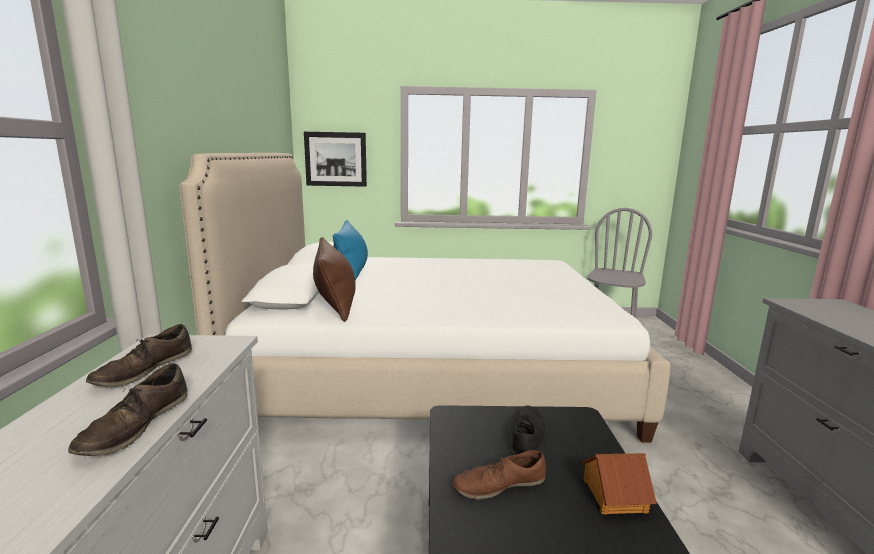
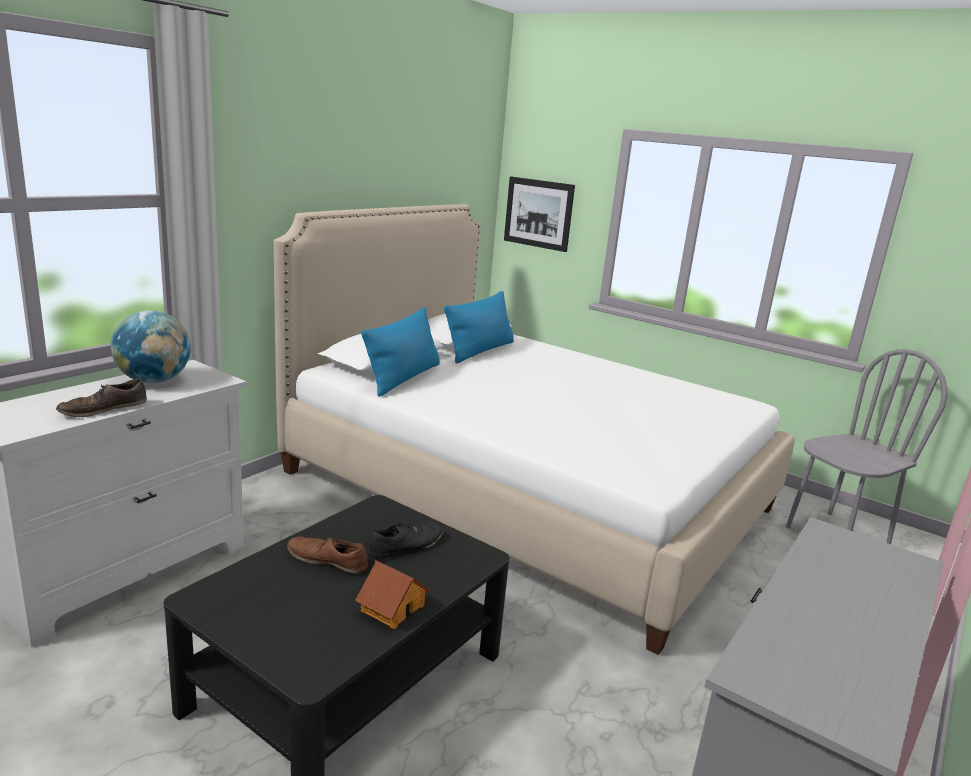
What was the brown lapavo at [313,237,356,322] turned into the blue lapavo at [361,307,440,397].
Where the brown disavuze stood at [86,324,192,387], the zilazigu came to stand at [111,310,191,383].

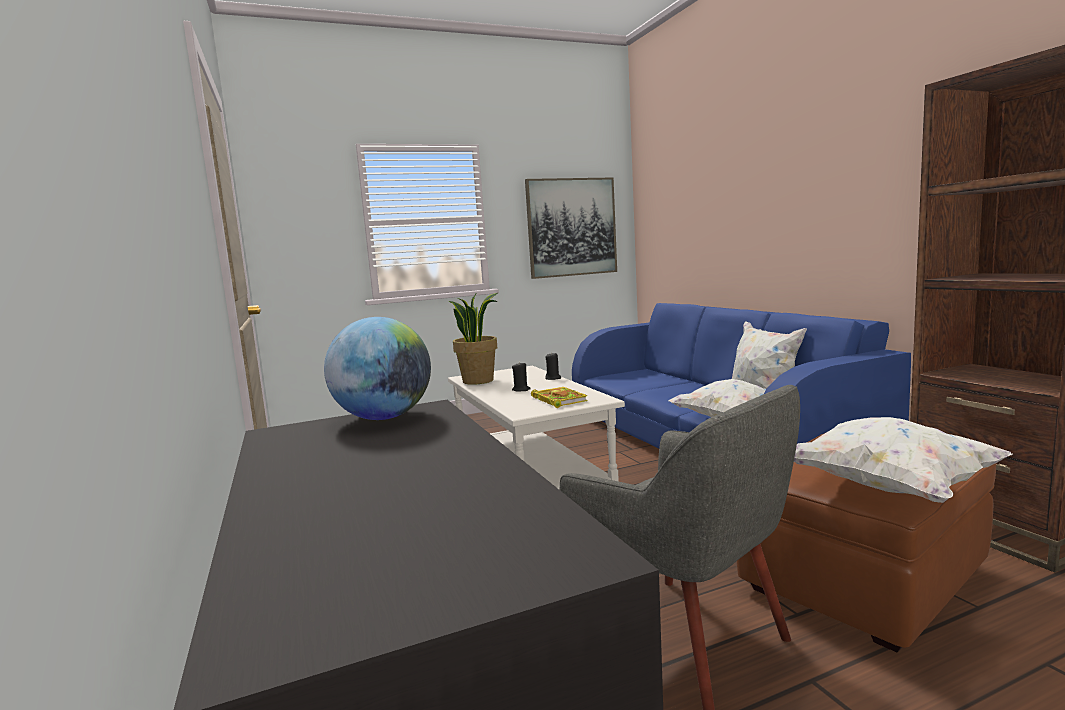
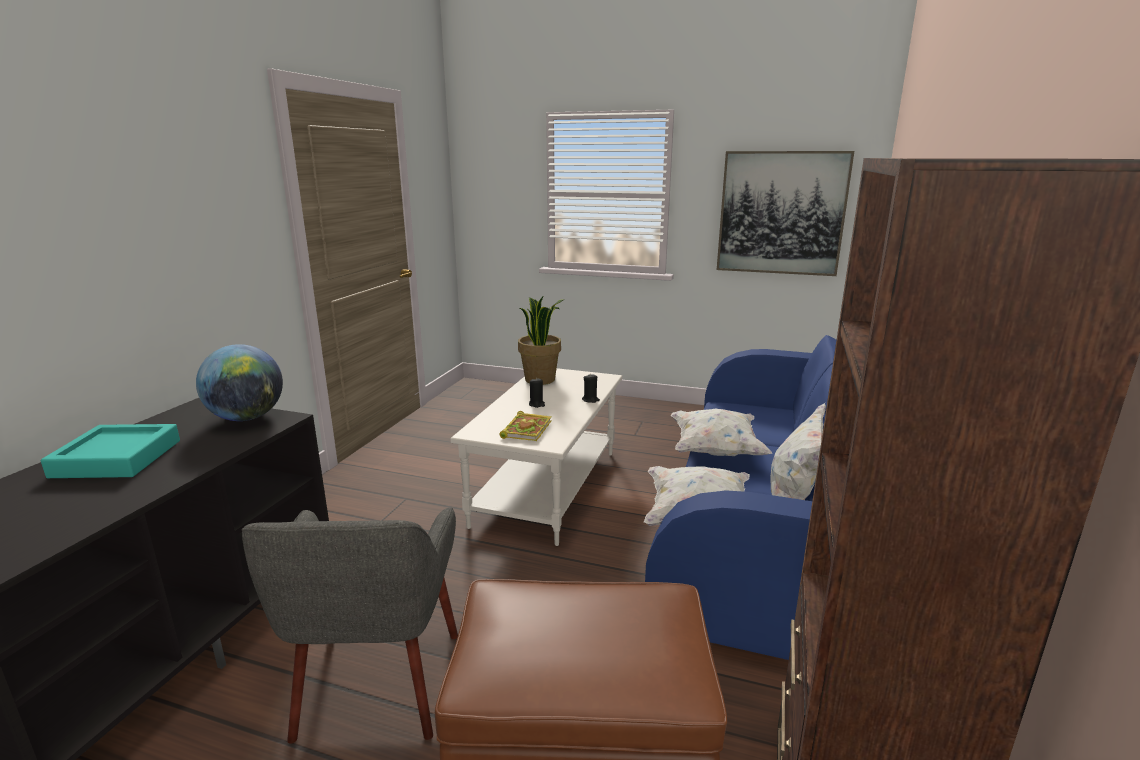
The white lapavo ended up elsewhere, having gone from [794,417,1013,503] to [671,409,772,456].
The second view gained the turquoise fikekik at [41,424,180,478].

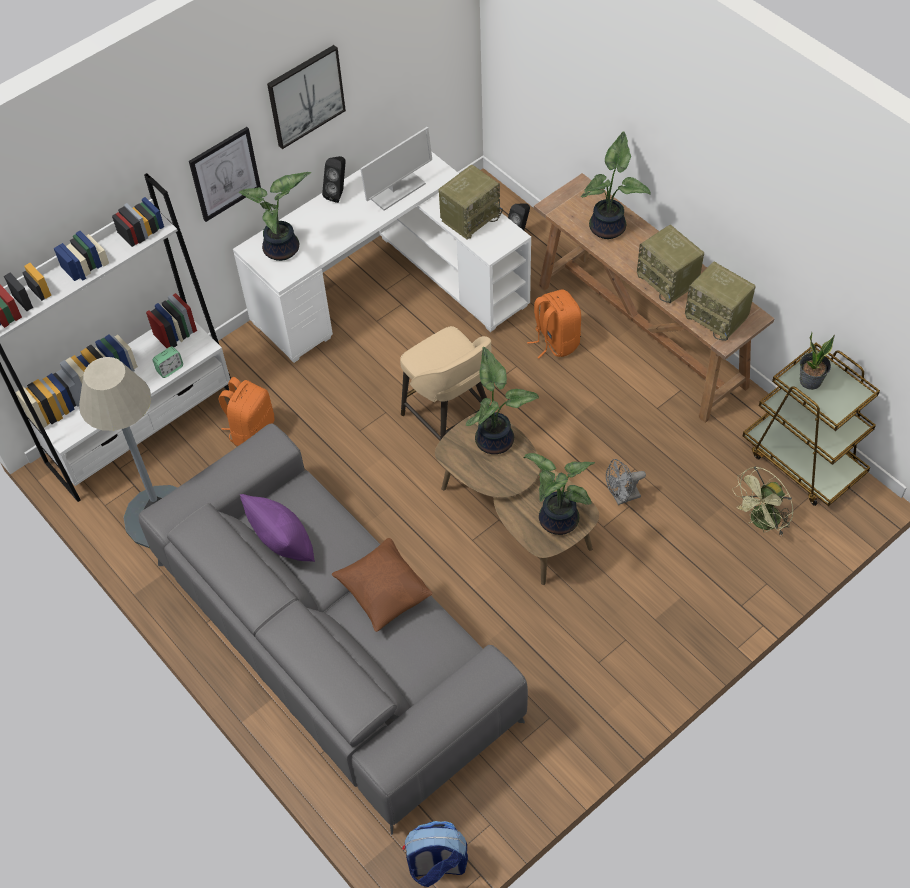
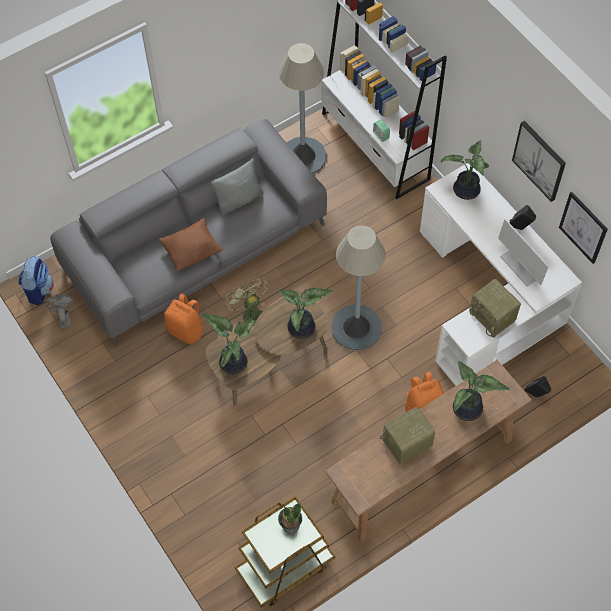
The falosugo ended up elsewhere, having gone from [189,127,261,222] to [559,192,608,264].
The second view lost the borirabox at [685,262,756,341].
Where the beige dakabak stood at [400,326,491,440], the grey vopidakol came to stand at [331,225,386,350].
The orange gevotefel ended up elsewhere, having gone from [219,377,274,446] to [164,293,205,344].
The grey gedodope ended up elsewhere, having gone from [606,459,646,505] to [44,294,75,328].
The green gedodope ended up elsewhere, having gone from [732,466,793,536] to [225,277,268,326].
What was the purple lapavo at [240,494,315,562] turned into the grey lapavo at [210,158,264,215].

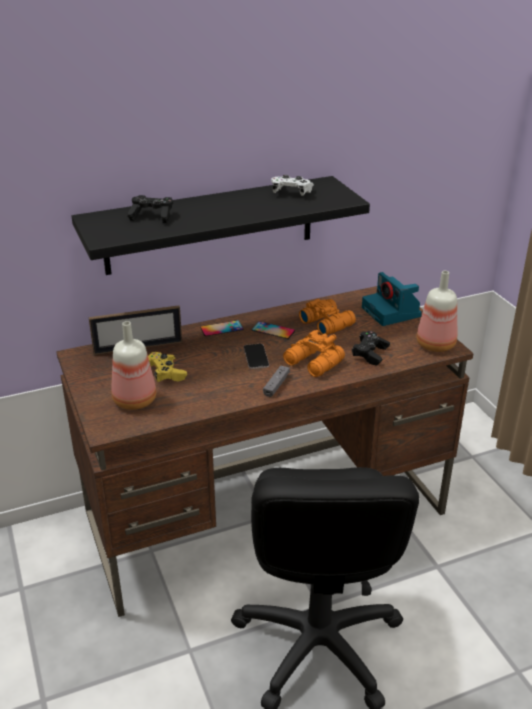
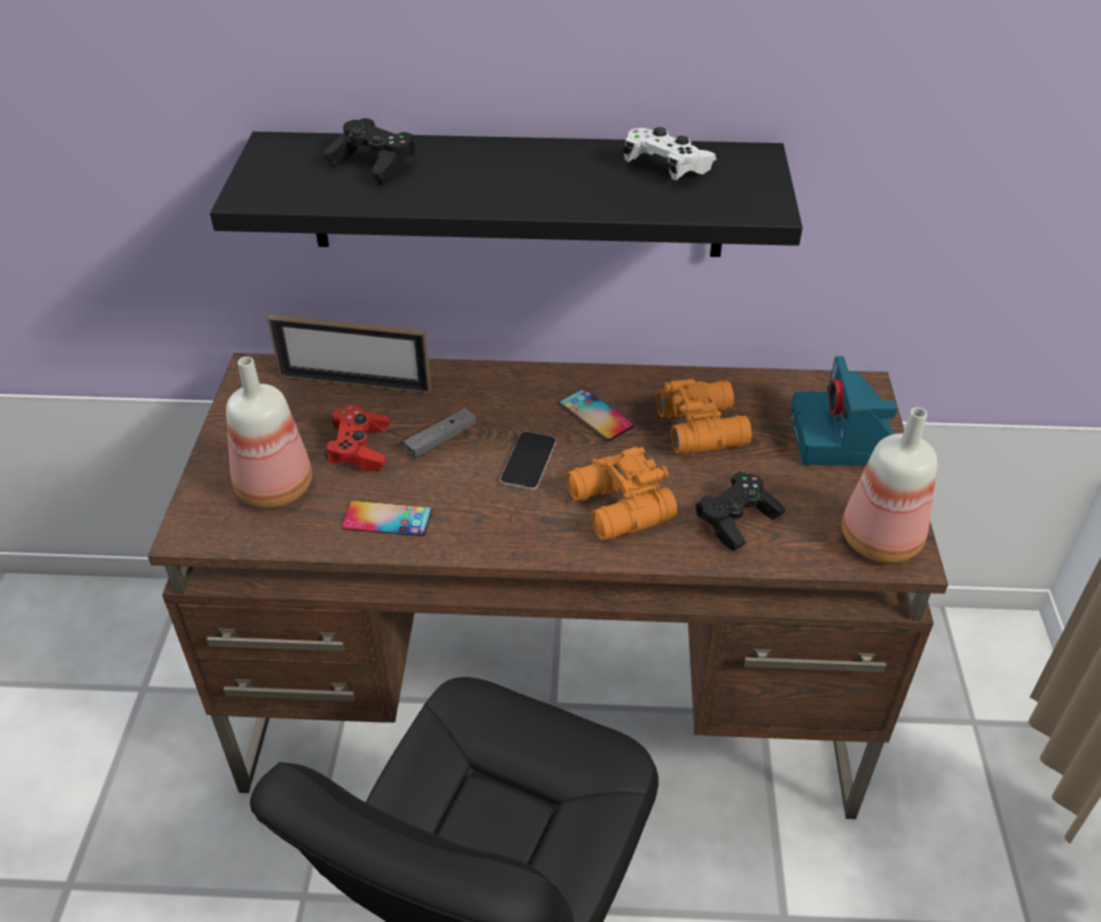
The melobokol ended up elsewhere, having gone from [201,320,243,336] to [342,500,432,536].
What was the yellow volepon at [148,352,187,382] turned into the red volepon at [325,405,390,471].
The grey volepon ended up elsewhere, having gone from [263,366,290,397] to [404,408,476,459].

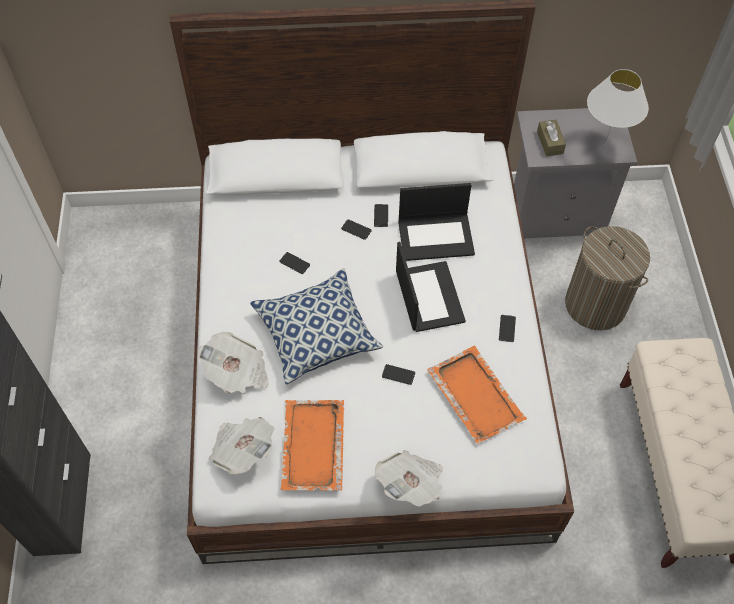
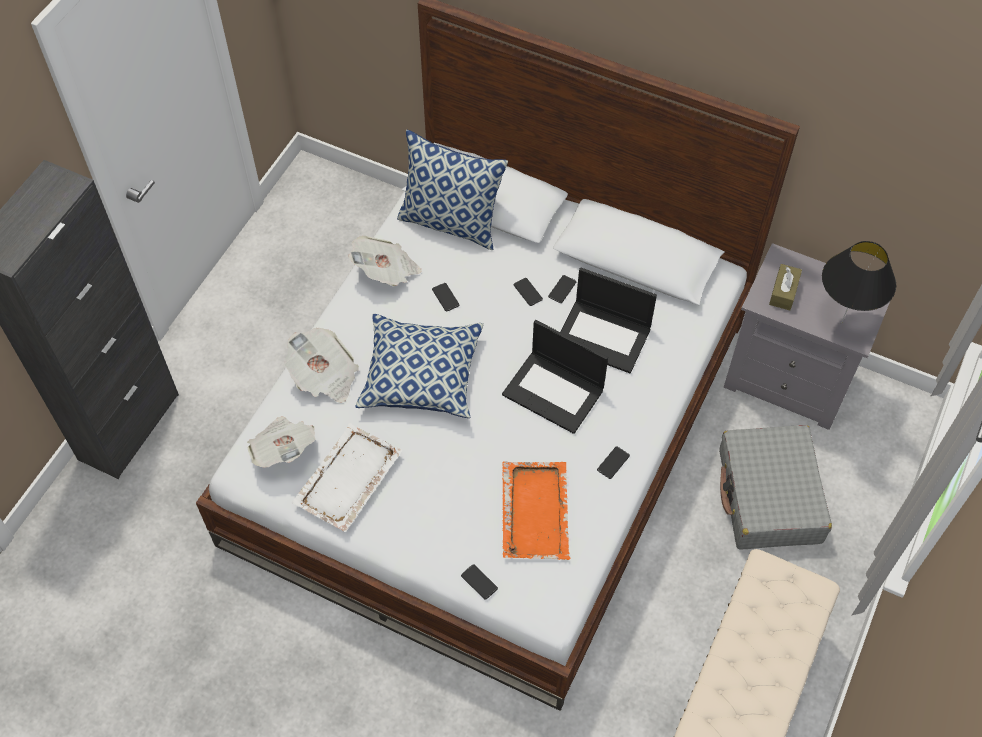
What was the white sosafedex at [587,69,649,147] turned into the black sosafedex at [822,241,896,324].
Where the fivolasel stood at [565,226,650,330], the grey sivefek came to stand at [719,425,832,550].
The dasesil at [396,242,466,332] ended up facing another way, 105 degrees clockwise from before.
The melobokol ended up elsewhere, having gone from [382,364,415,385] to [461,564,498,600].
What was the orange fikekik at [281,400,344,491] turned into the white fikekik at [292,423,402,532].
The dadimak ended up elsewhere, having gone from [375,450,443,506] to [348,236,422,286].
The second view gained the lapavo at [397,130,508,250].

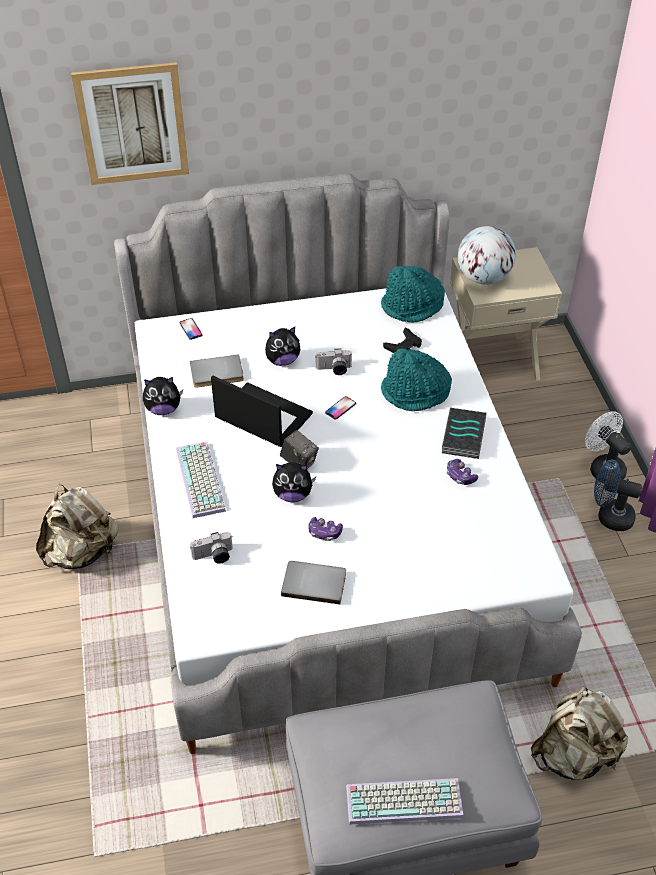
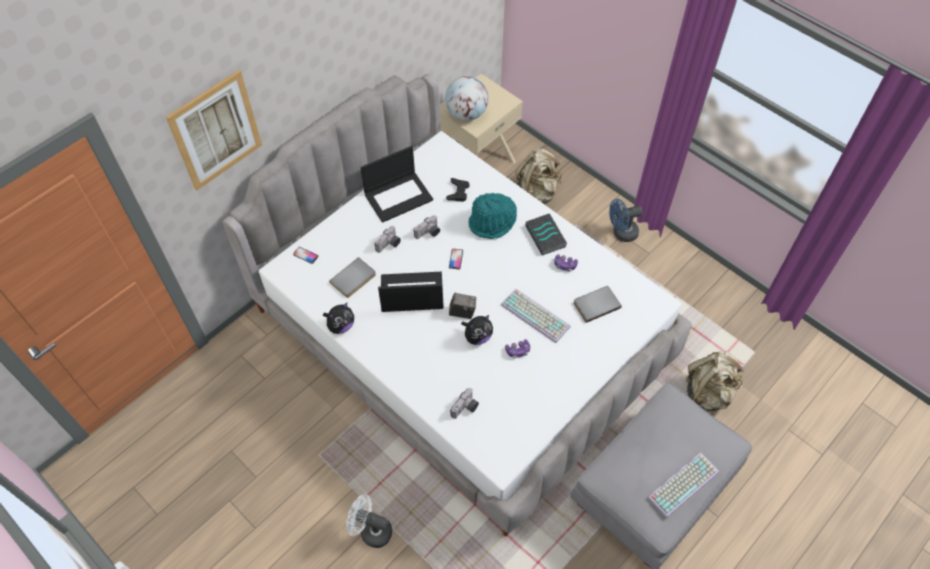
The second view lost the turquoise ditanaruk at [381,266,445,323].
Where the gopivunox stood at [265,327,300,366], the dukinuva came to stand at [374,226,401,253].
The white gedodope ended up elsewhere, having gone from [585,411,631,483] to [346,494,392,548].
The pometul ended up elsewhere, having gone from [176,441,226,518] to [501,289,571,343].
The beige gevotefel ended up elsewhere, having gone from [36,484,119,569] to [515,149,562,204].
The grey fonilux ended up elsewhere, having gone from [281,561,346,604] to [573,286,622,323].
The second view gained the dasesil at [360,146,433,223].

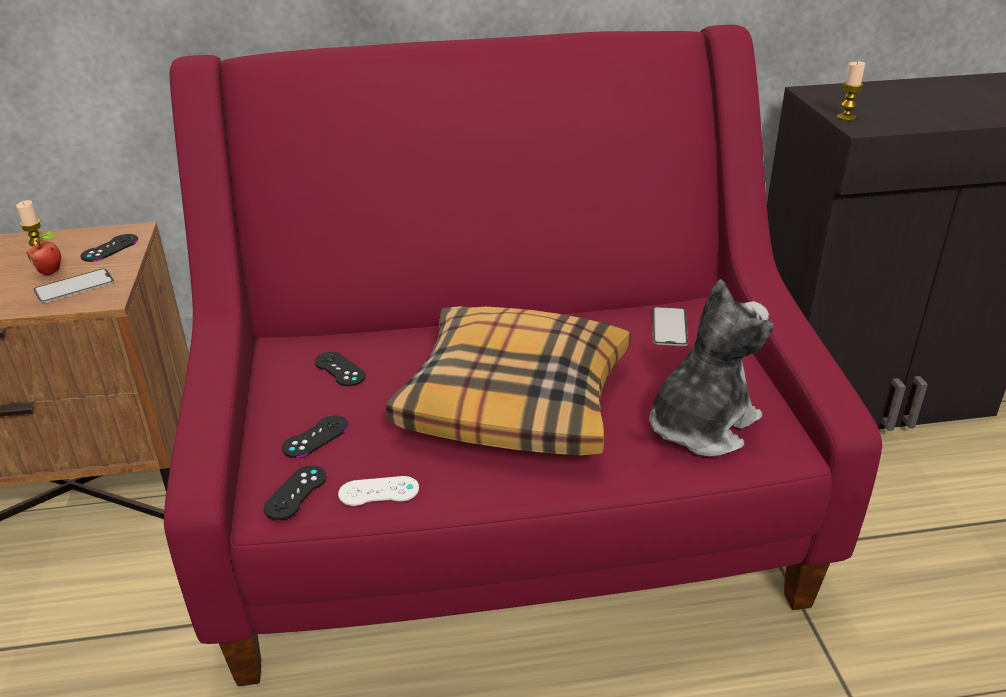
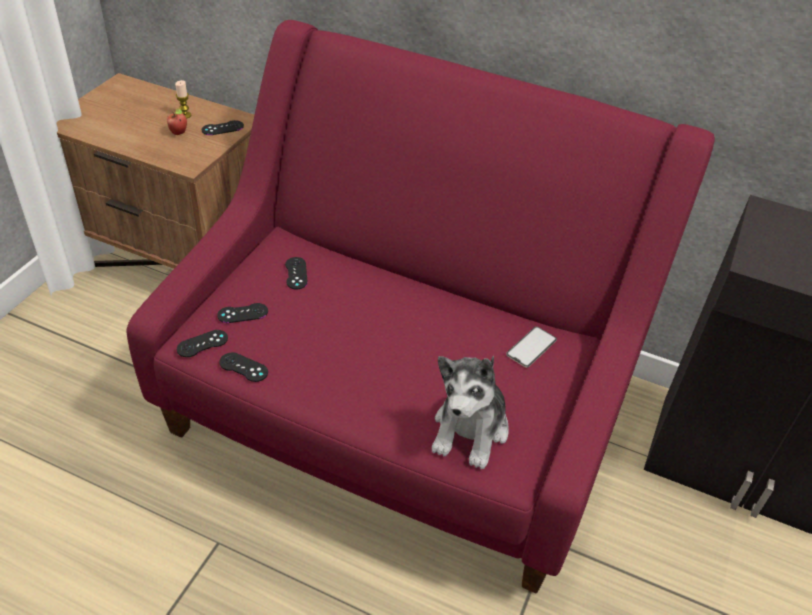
The second view lost the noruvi at [837,62,865,121].
The second view lost the melobokol at [34,268,114,303].
The gopivunox at [649,279,774,457] ended up facing another way, 120 degrees clockwise from before.
The second view lost the lapavo at [386,306,631,456].
What was the white volepon at [338,476,419,506] turned into the black volepon at [219,352,268,382].

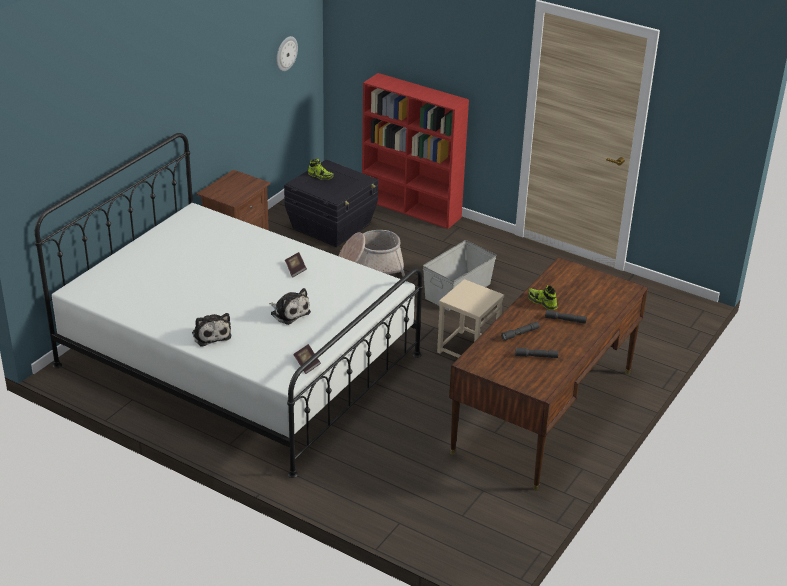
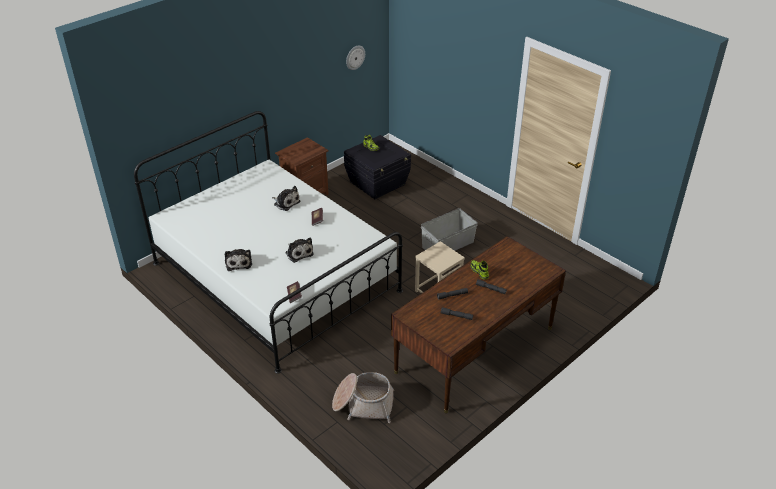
The second view lost the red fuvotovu at [362,73,469,229].
The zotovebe ended up elsewhere, having gone from [339,230,405,277] to [332,372,394,423].
The second view gained the gopivunox at [272,186,301,211].

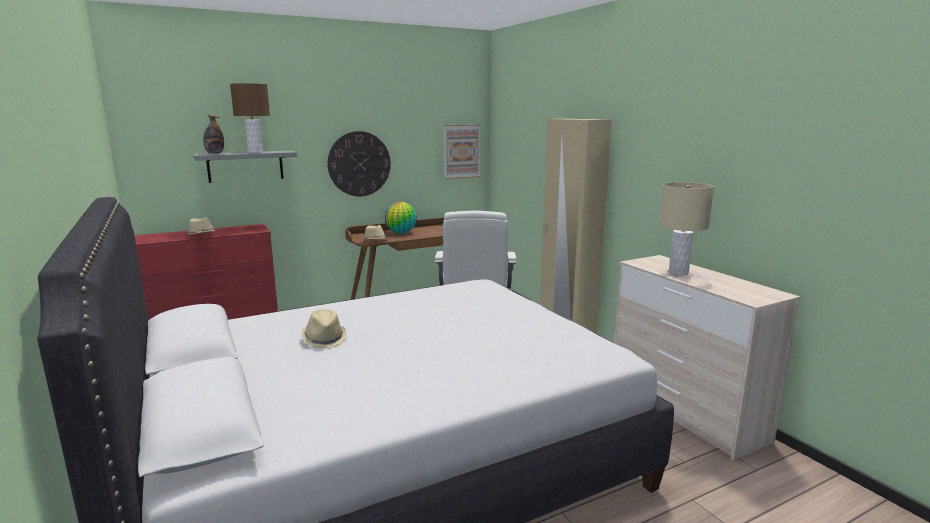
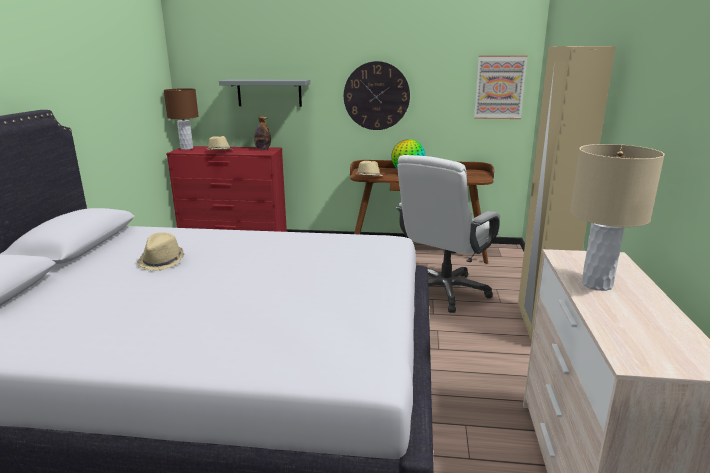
The brown sosafedex ended up elsewhere, having gone from [230,83,270,153] to [164,88,199,150].
The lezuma ended up elsewhere, having gone from [203,115,224,154] to [254,116,271,150].

